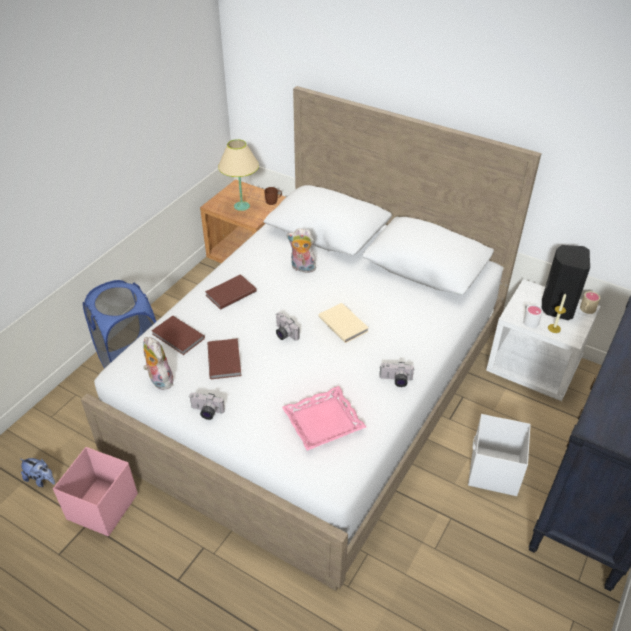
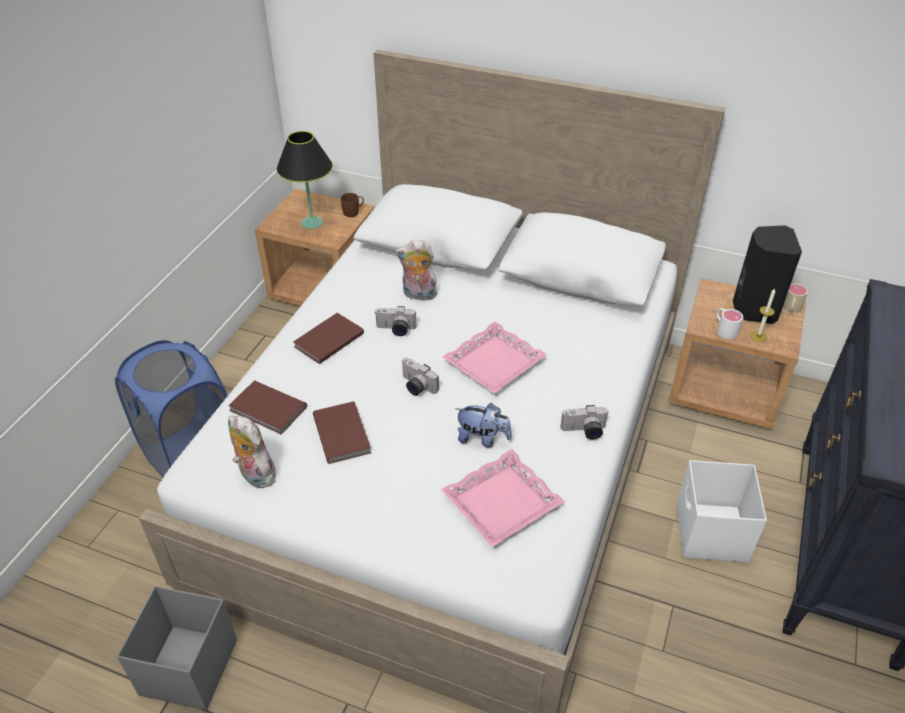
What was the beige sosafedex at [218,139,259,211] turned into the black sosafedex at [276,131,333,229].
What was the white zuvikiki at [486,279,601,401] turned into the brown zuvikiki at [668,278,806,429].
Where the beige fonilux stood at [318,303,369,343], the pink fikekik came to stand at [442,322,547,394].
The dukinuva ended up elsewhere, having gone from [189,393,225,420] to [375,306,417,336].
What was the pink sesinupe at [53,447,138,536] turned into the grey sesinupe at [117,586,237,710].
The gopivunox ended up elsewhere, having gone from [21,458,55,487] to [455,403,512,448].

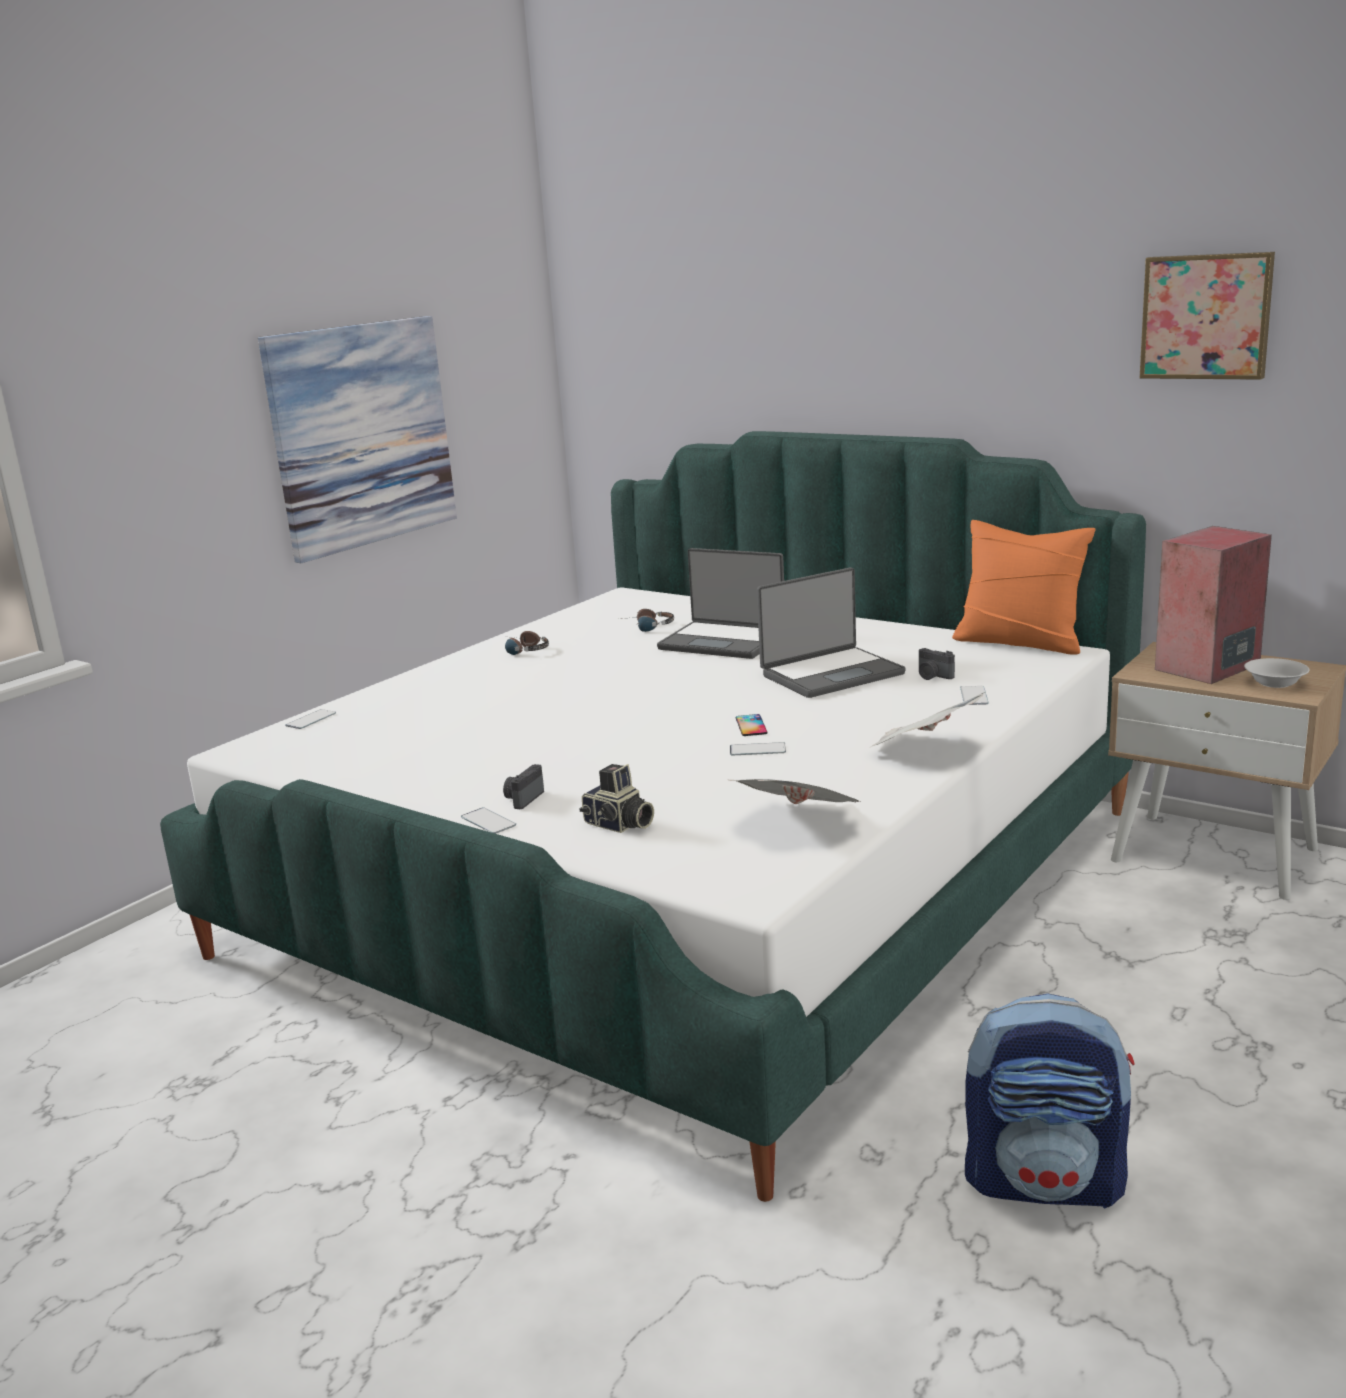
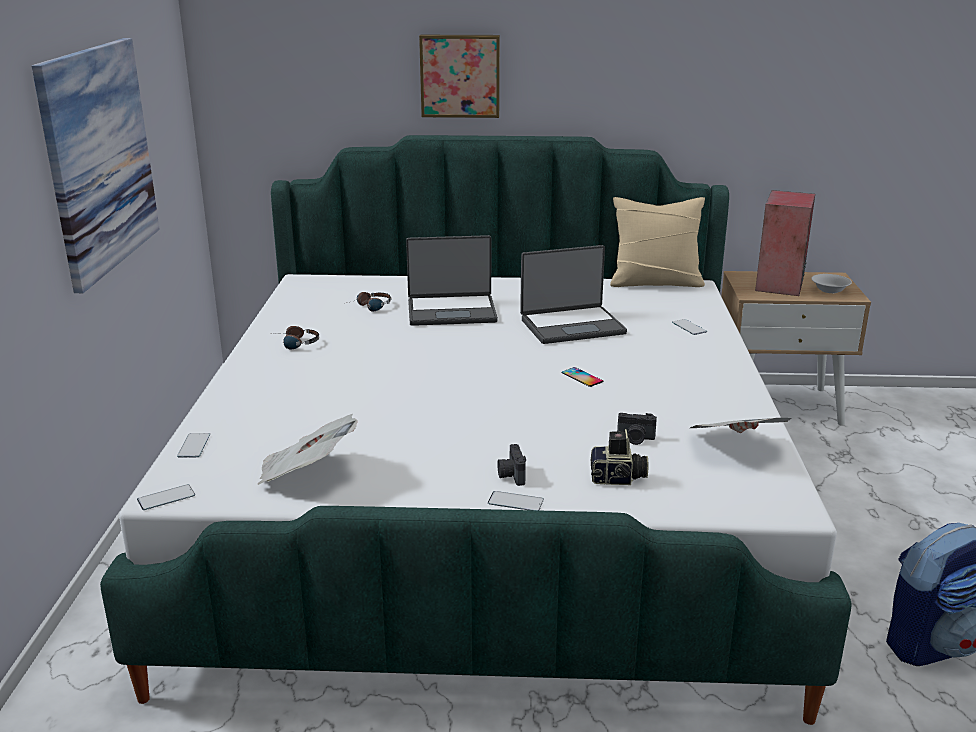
The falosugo ended up elsewhere, having gone from [1140,252,1275,380] to [419,35,500,118].
What was the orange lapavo at [952,520,1095,655] turned into the beige lapavo at [610,197,705,287].
The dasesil at [757,567,906,698] ended up facing another way, 45 degrees clockwise from before.
The dukinuva ended up elsewhere, having gone from [919,648,955,680] to [617,413,657,445].
The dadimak ended up elsewhere, having gone from [871,692,985,747] to [258,414,358,485].
The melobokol ended up elsewhere, having gone from [730,742,786,755] to [137,484,195,510].

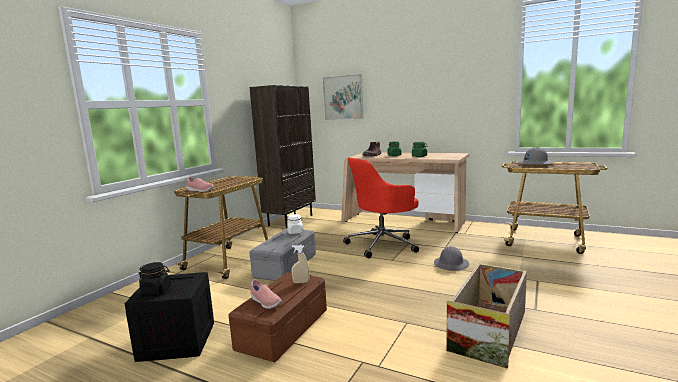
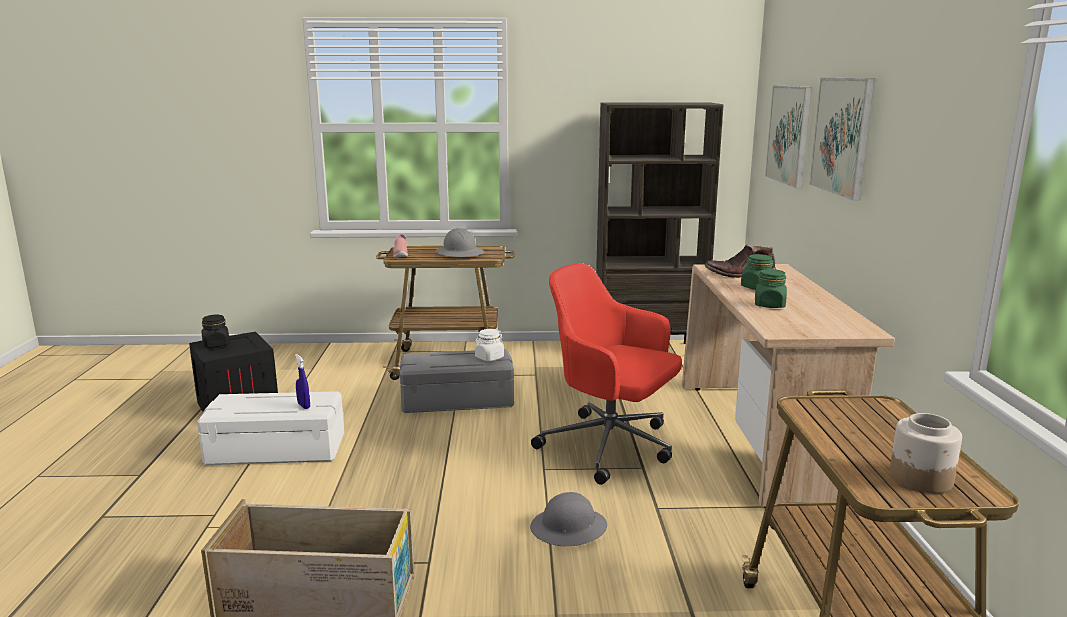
The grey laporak ended up elsewhere, having gone from [518,147,554,165] to [435,228,484,257].
What was the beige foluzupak at [292,245,309,283] turned into the blue foluzupak at [295,354,310,409].
What was the brown sesinupe at [228,272,327,362] turned into the white sesinupe at [197,391,344,465].
The second view lost the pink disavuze at [250,279,282,309].
The second view gained the falosugo at [810,78,875,201].
The second view gained the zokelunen at [890,413,962,493].

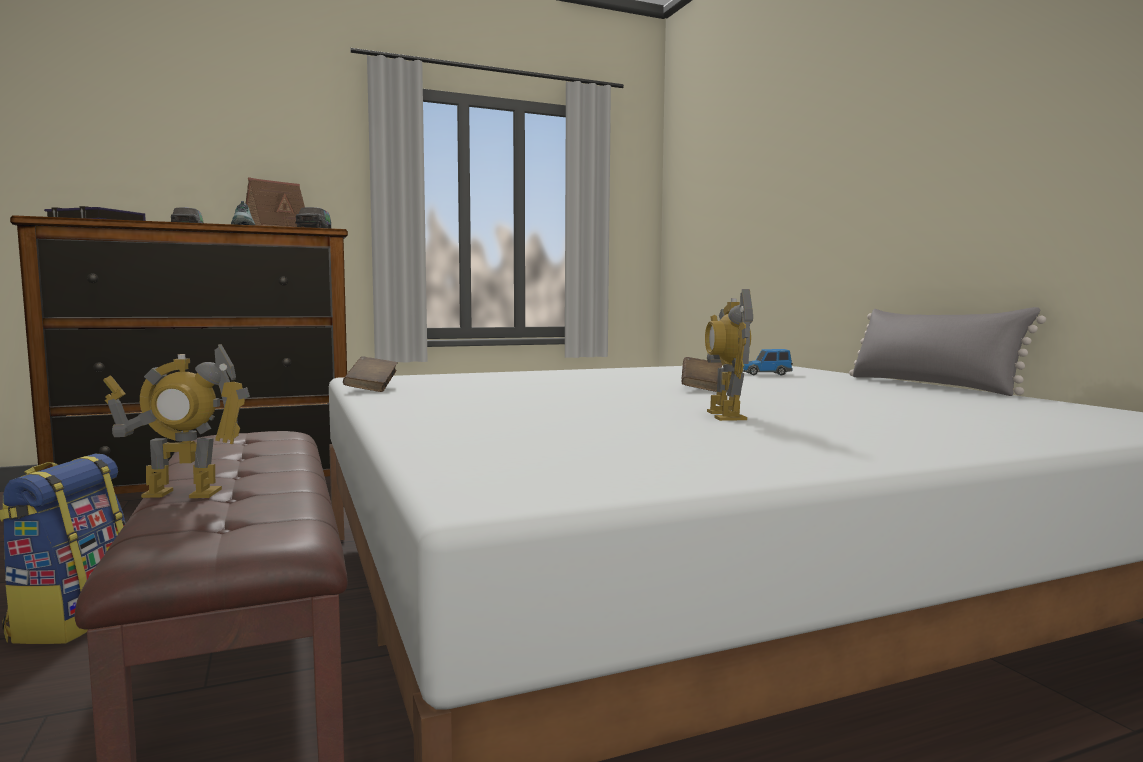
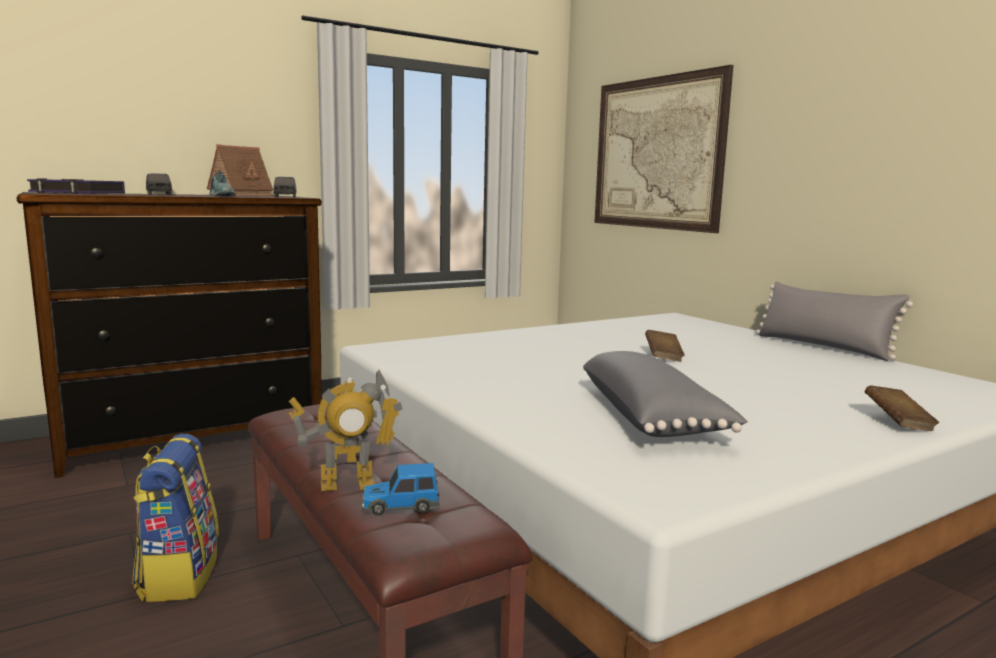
The second view lost the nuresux at [705,289,753,421].
The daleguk ended up elsewhere, having gone from [743,349,793,376] to [362,463,440,516].
The brown fonilux ended up elsewhere, having gone from [343,356,398,392] to [865,385,939,431].
The second view gained the falosugo at [594,65,733,233].
The second view gained the grey lapavo at [583,351,748,437].

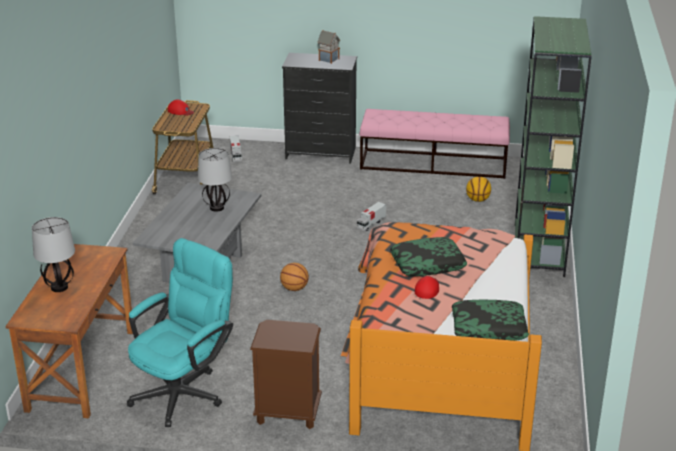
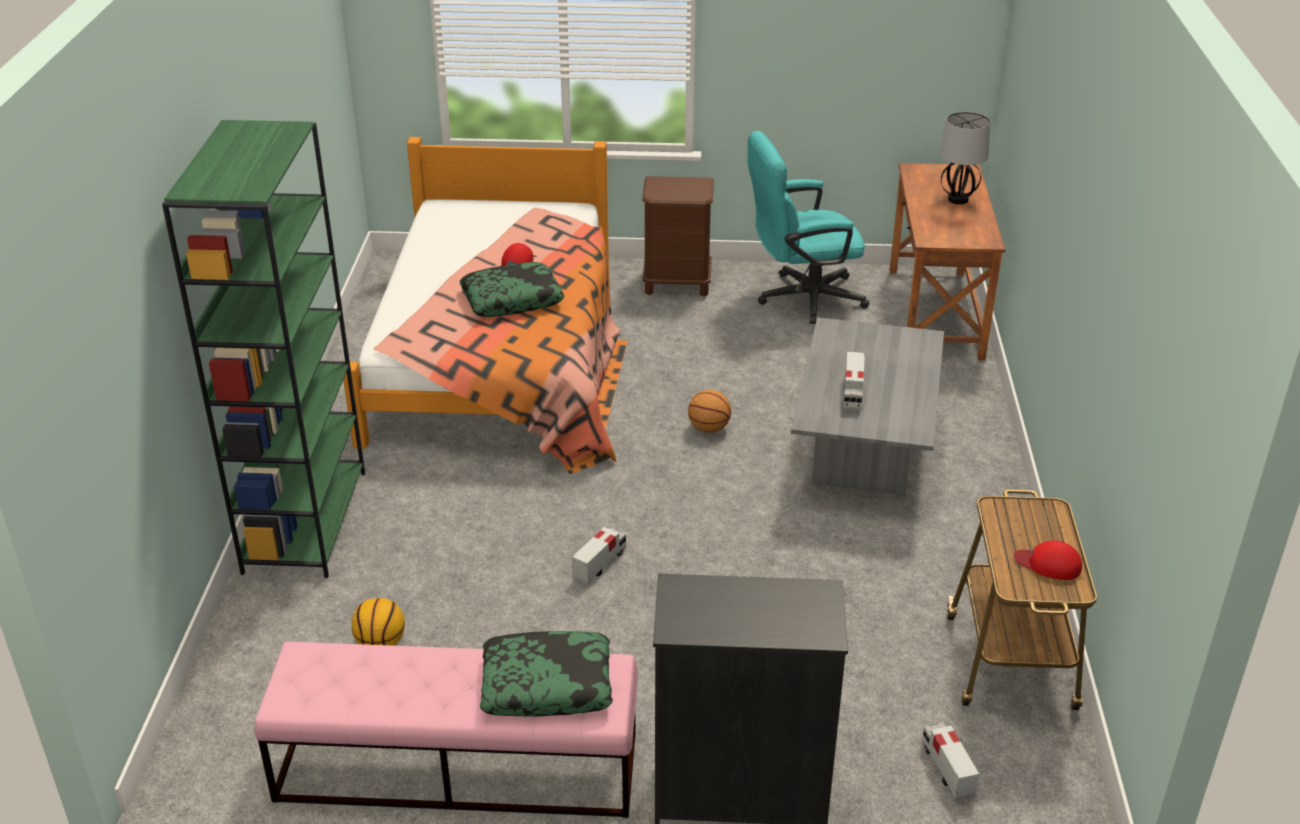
The second view lost the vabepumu at [317,30,340,64].
Where the sosafedex stood at [198,148,232,212], the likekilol came to stand at [843,352,865,410].
The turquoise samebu at [127,238,233,427] ended up facing another way, 45 degrees clockwise from before.
The lapavo ended up elsewhere, having gone from [452,300,529,341] to [480,631,613,717].

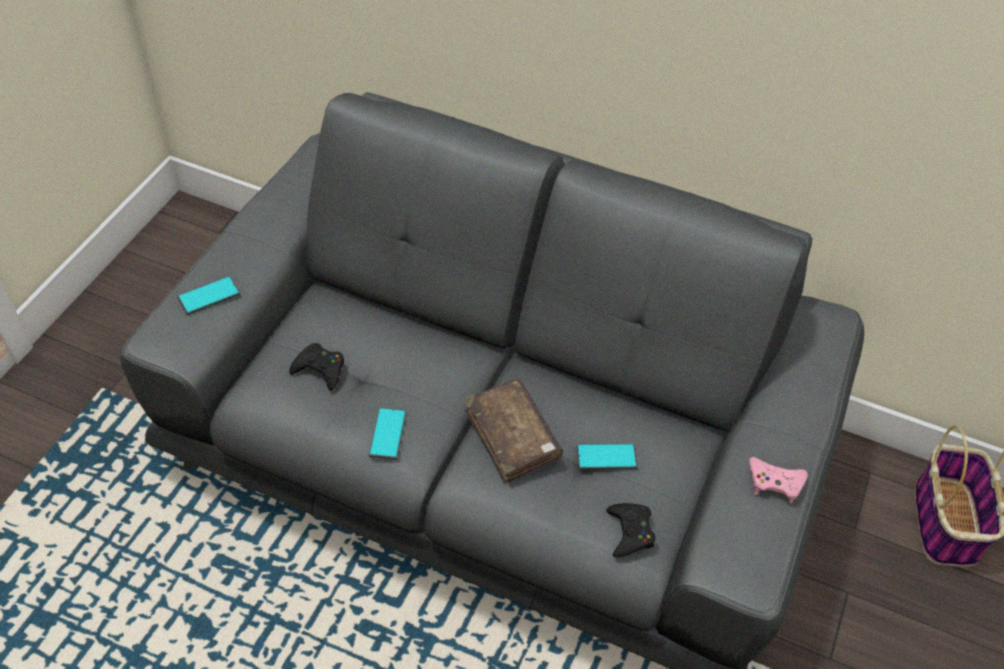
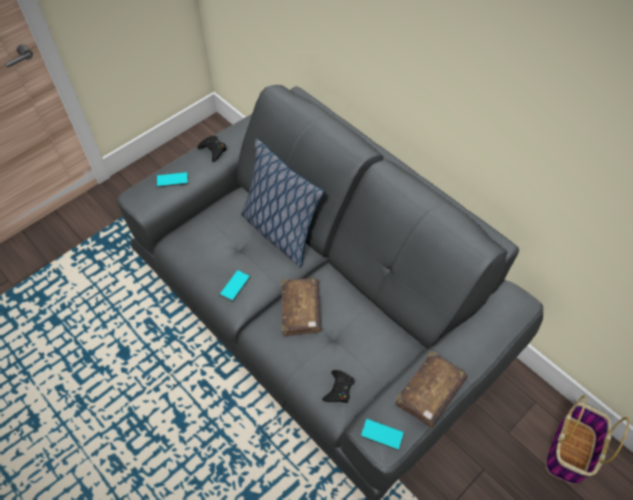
The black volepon ended up elsewhere, having gone from [289,343,344,391] to [197,136,227,162].
The melobokol ended up elsewhere, having gone from [577,443,638,470] to [360,418,405,451].
Where the pink volepon stood at [749,457,808,503], the brown fonilux came to stand at [395,351,468,428].
The second view gained the lapavo at [241,139,325,267].

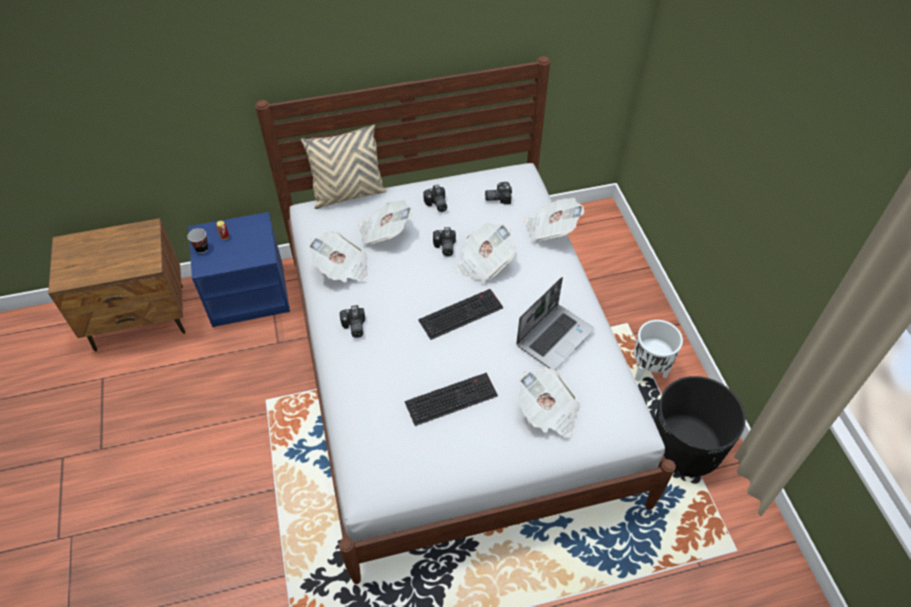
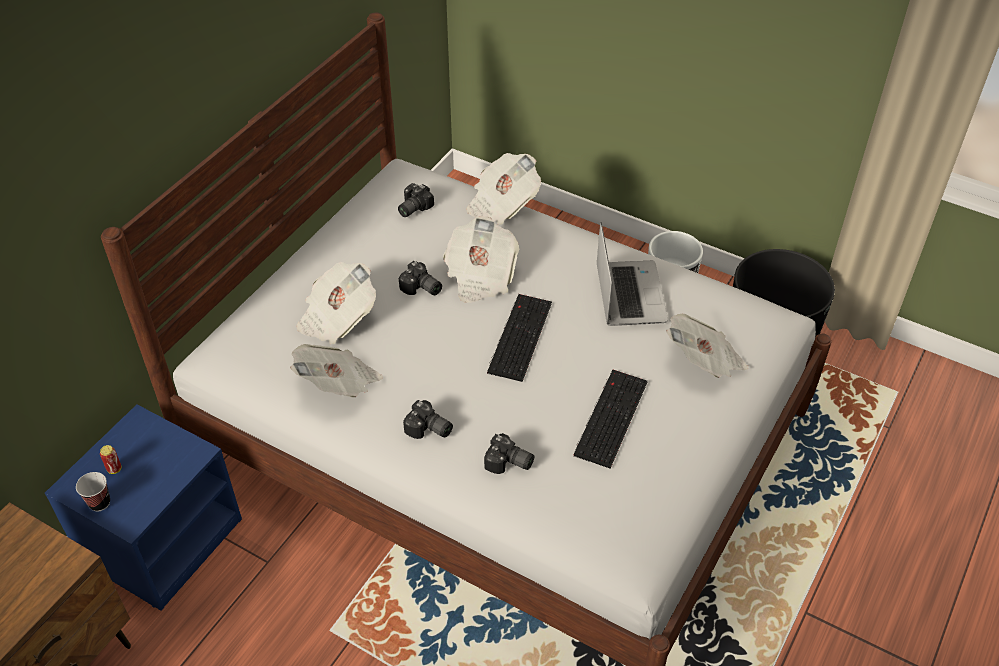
The second view lost the beige lapavo at [301,124,386,209].
The dukinuva ended up elsewhere, having gone from [423,185,447,212] to [484,433,534,474].

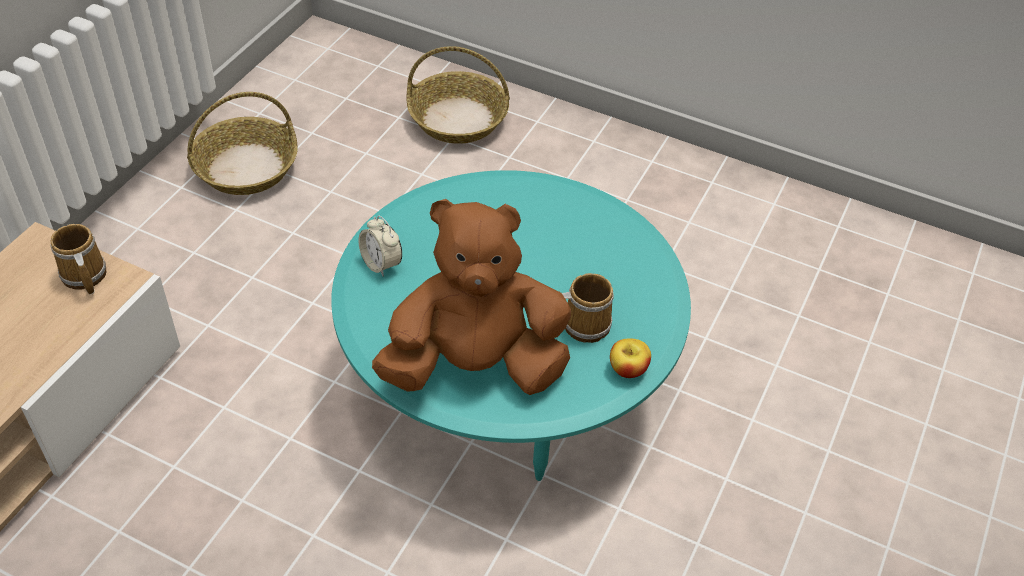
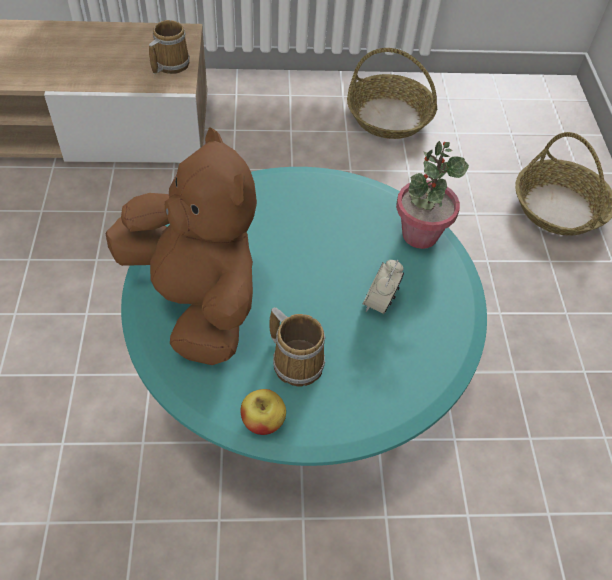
The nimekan ended up elsewhere, having gone from [358,216,402,277] to [362,260,404,314].
The second view gained the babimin at [396,141,469,249].

